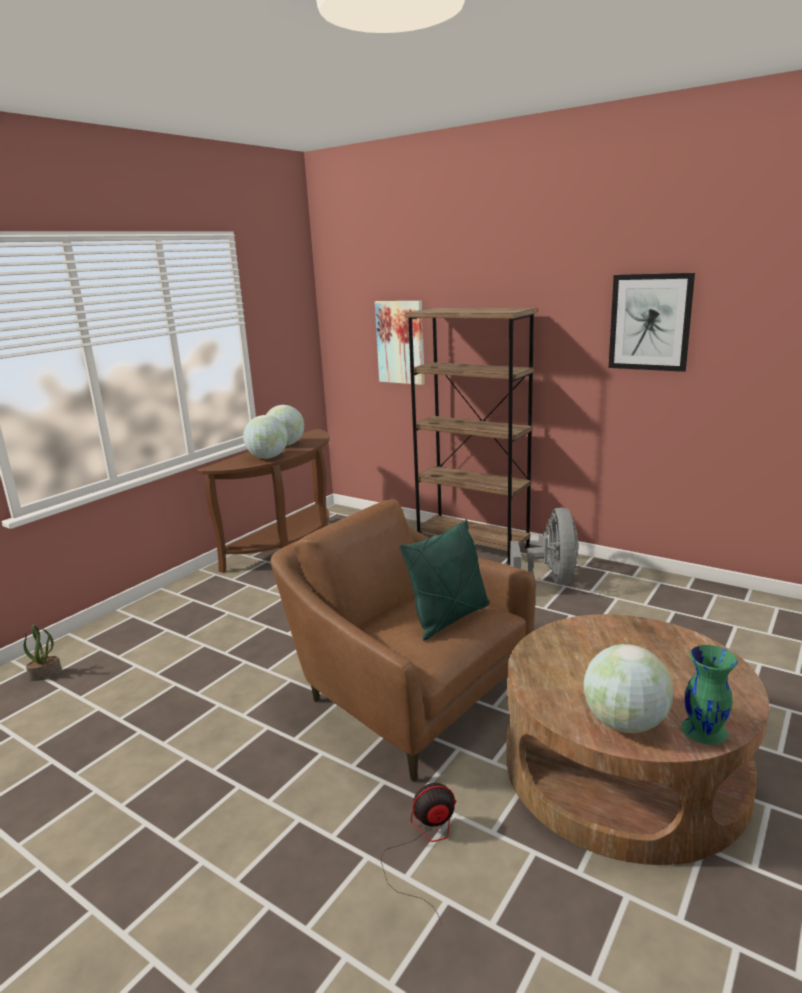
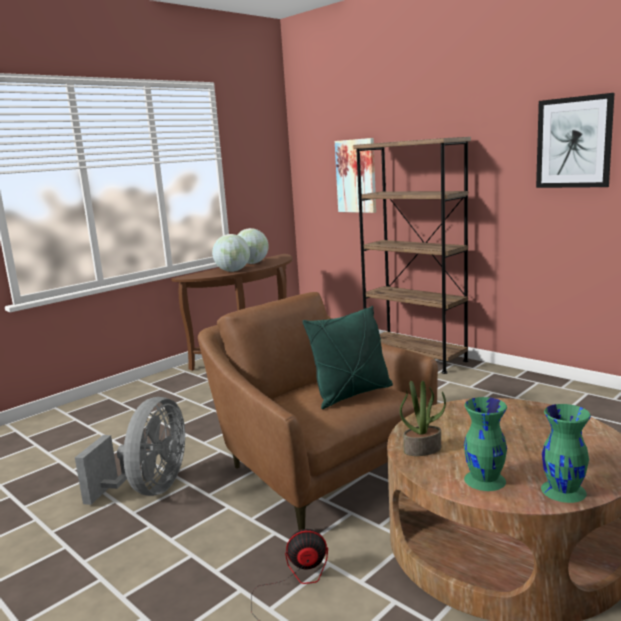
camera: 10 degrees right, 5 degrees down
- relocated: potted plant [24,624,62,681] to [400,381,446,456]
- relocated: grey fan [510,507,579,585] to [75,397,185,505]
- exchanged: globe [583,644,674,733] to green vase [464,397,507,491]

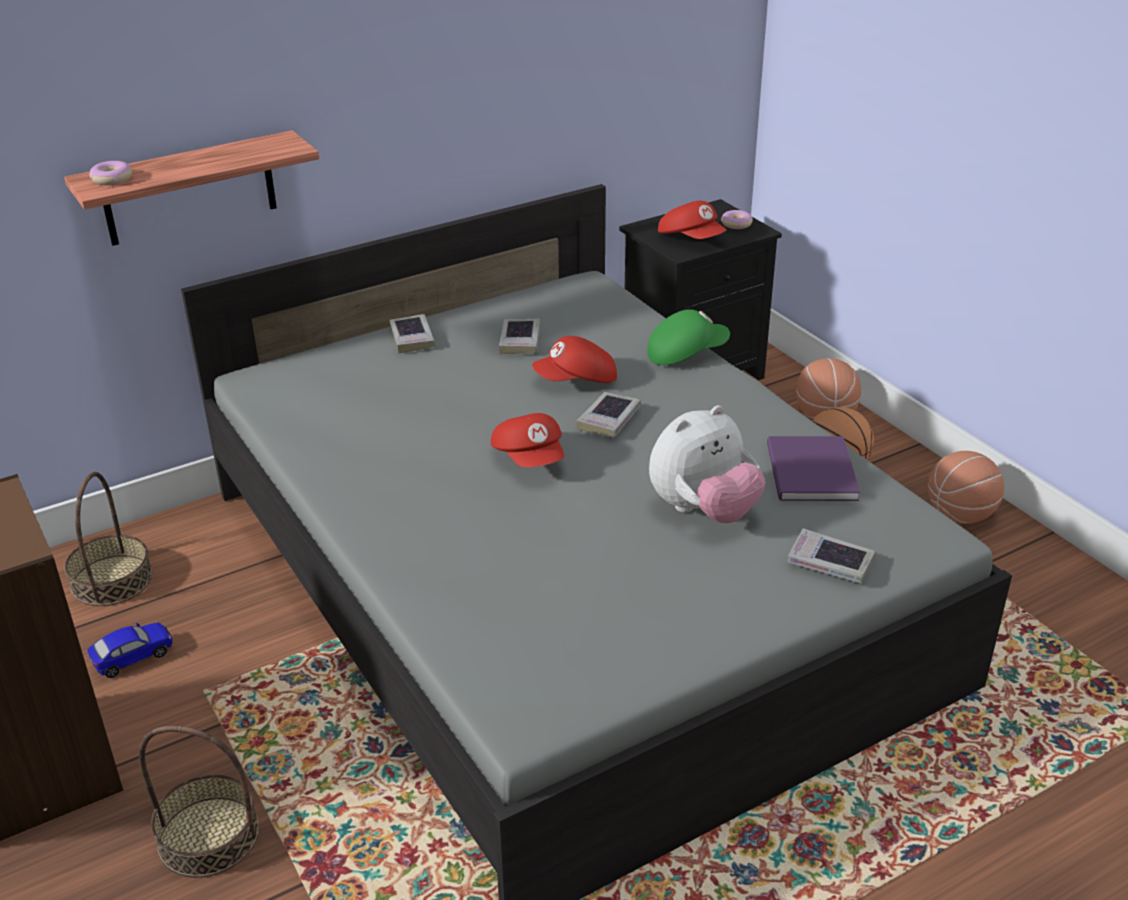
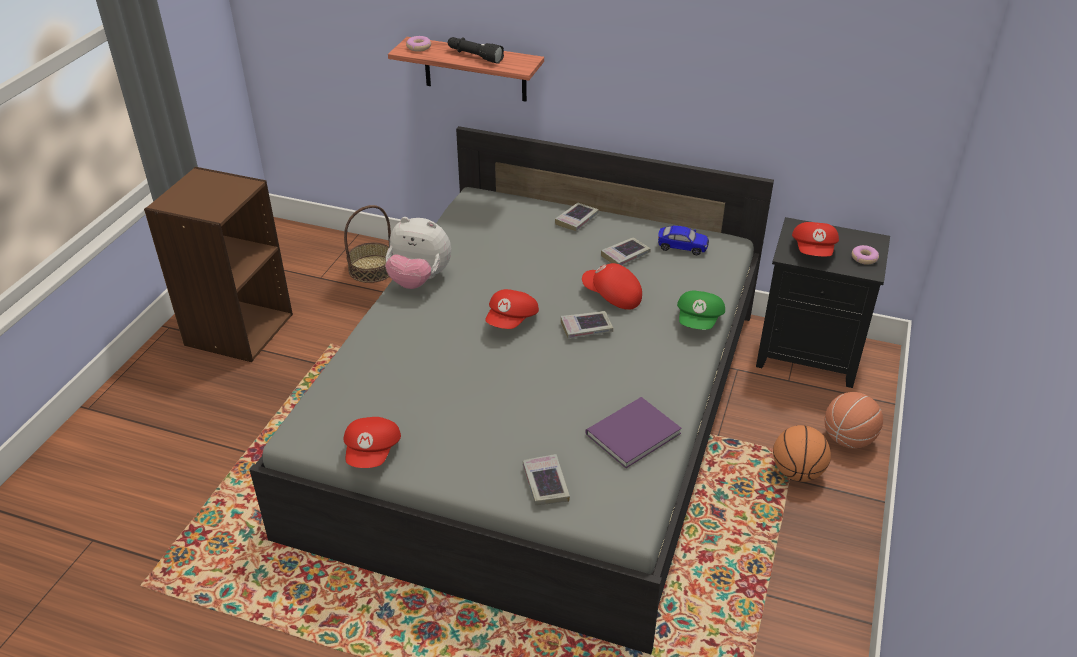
camera: 50 degrees right, 5 degrees up
- relocated: toy car [88,623,173,678] to [658,226,709,255]
- missing: basket [139,726,259,878]
- spun: green cap [647,309,730,365] = [677,291,725,330] 75 degrees clockwise
- relocated: plush toy [649,405,766,523] to [385,217,451,289]
- missing: basketball [928,451,1004,524]
- appeared: red cap [343,417,401,468]
- appeared: black flashlight [448,37,504,64]

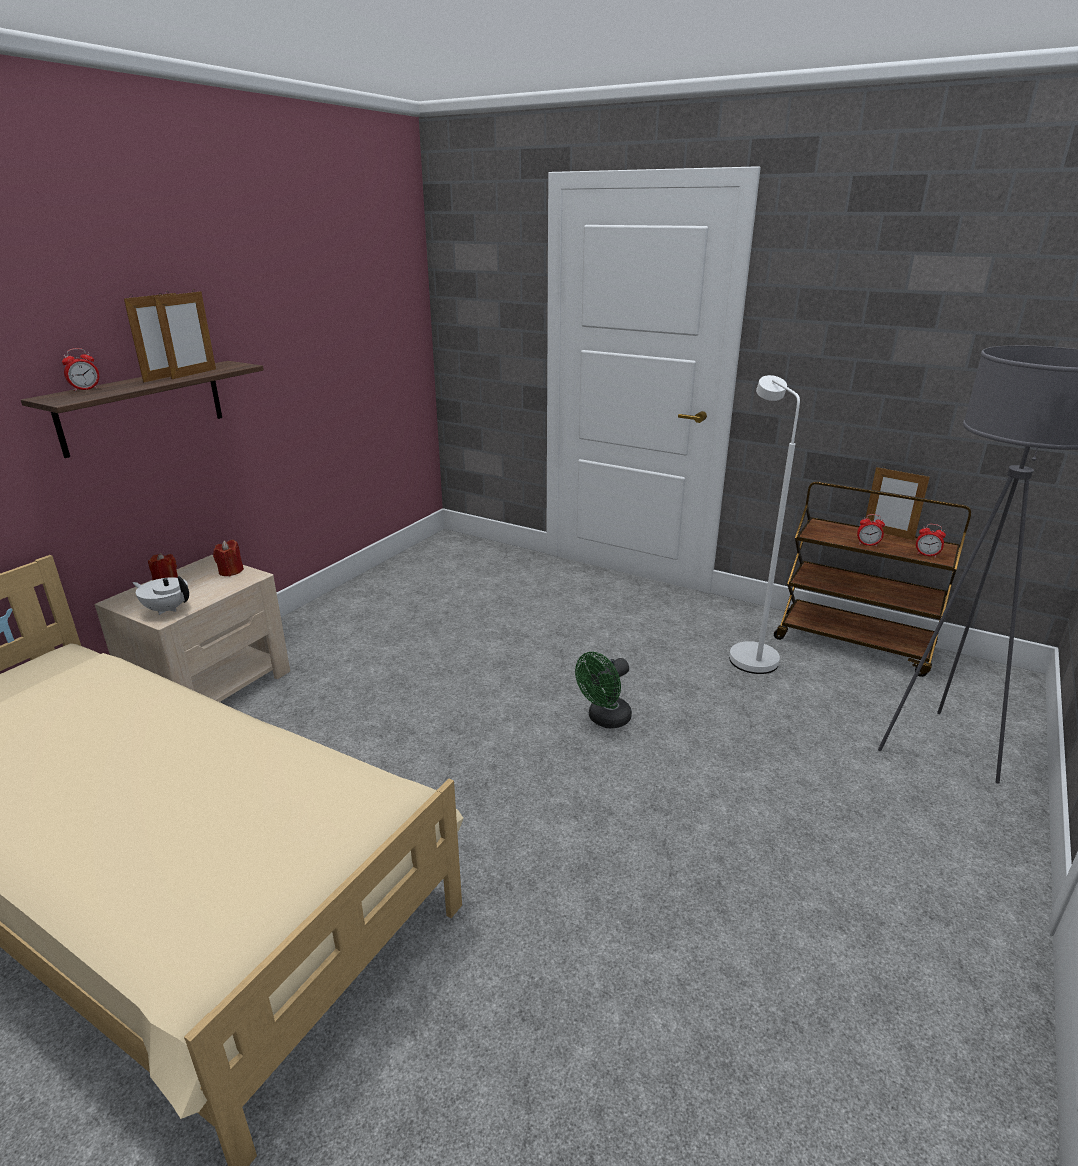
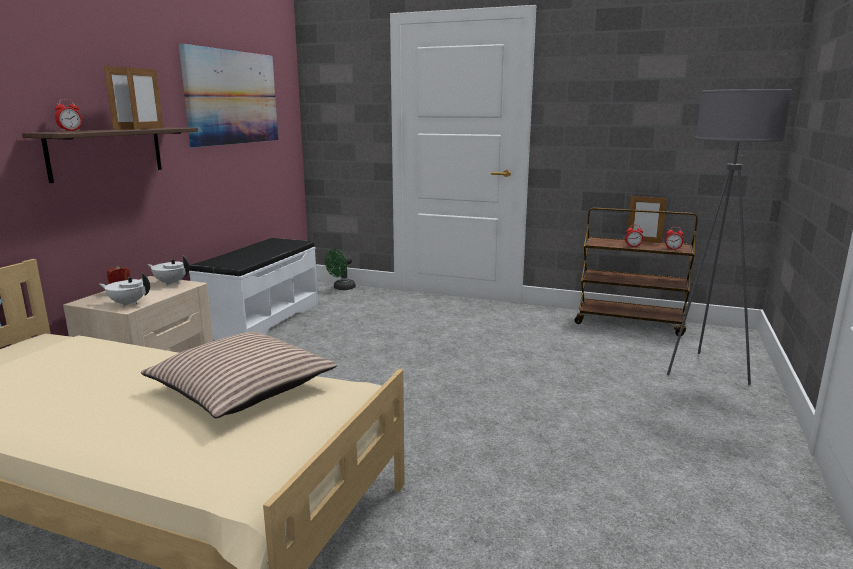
camera: 10 degrees left, 10 degrees down
- exchanged: red candle [213,540,244,576] to white teapot [147,256,190,285]
- relocated: green fan [575,652,632,728] to [325,249,356,290]
- missing: white floor lamp [729,375,800,674]
- appeared: pillow [141,332,337,418]
- appeared: picture [179,44,278,147]
- appeared: white bench [189,238,318,340]

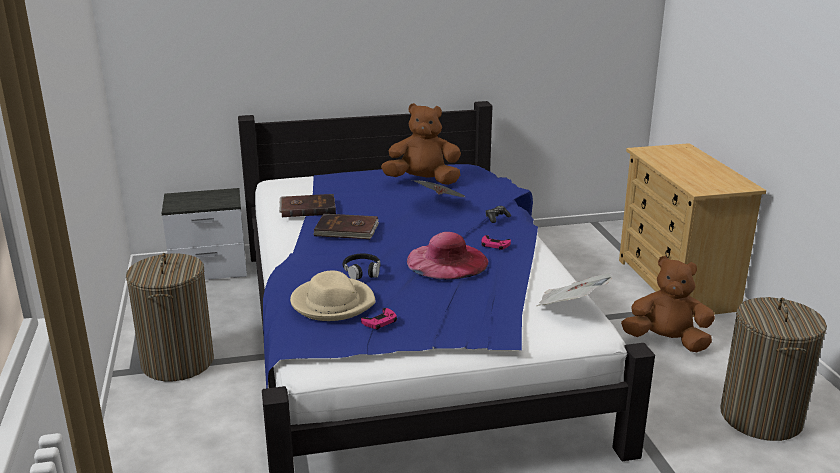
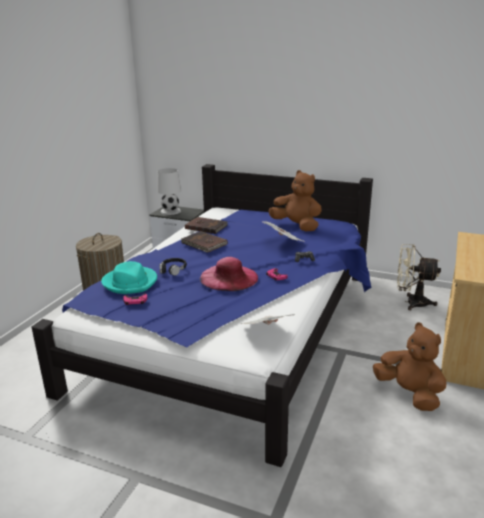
camera: 35 degrees right, 0 degrees up
- colour: beige hat [290,270,376,321] to turquoise hat [101,261,157,294]
- missing: laundry basket [720,297,827,441]
- appeared: white table lamp [157,168,181,215]
- appeared: beige fan [397,244,441,310]

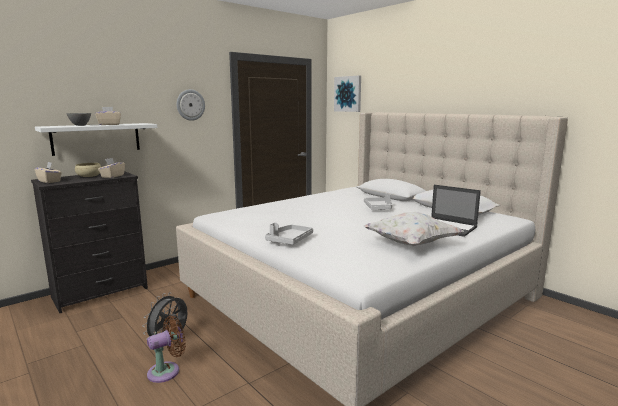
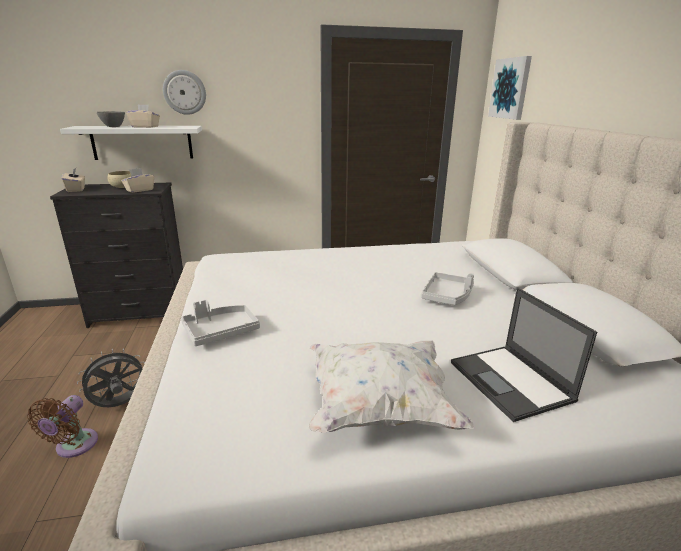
camera: 30 degrees right, 10 degrees up
- spun: brown fan [147,316,186,383] = [27,395,98,458] 105 degrees clockwise
- relocated: wall clock [176,89,205,121] to [163,70,206,115]

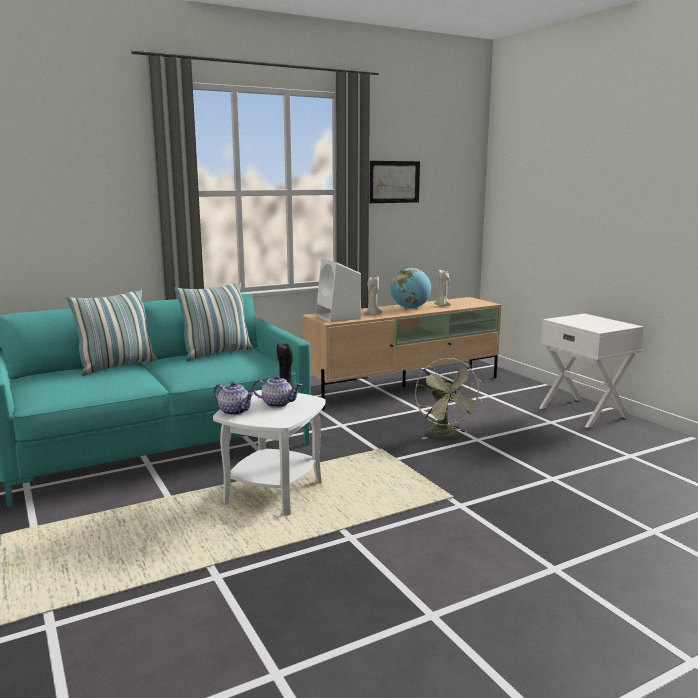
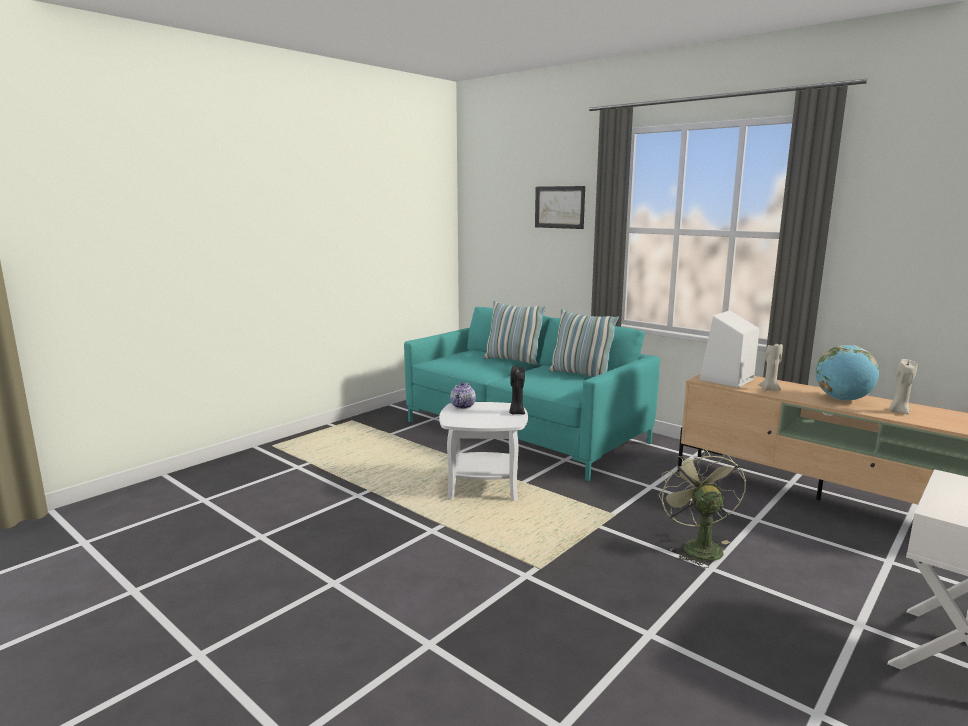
camera: 70 degrees right, 0 degrees up
- missing: teapot [253,375,302,408]
- relocated: picture [369,161,420,203] to [535,186,585,229]
- spun: green fan [415,358,482,439] = [659,448,746,568] 120 degrees clockwise

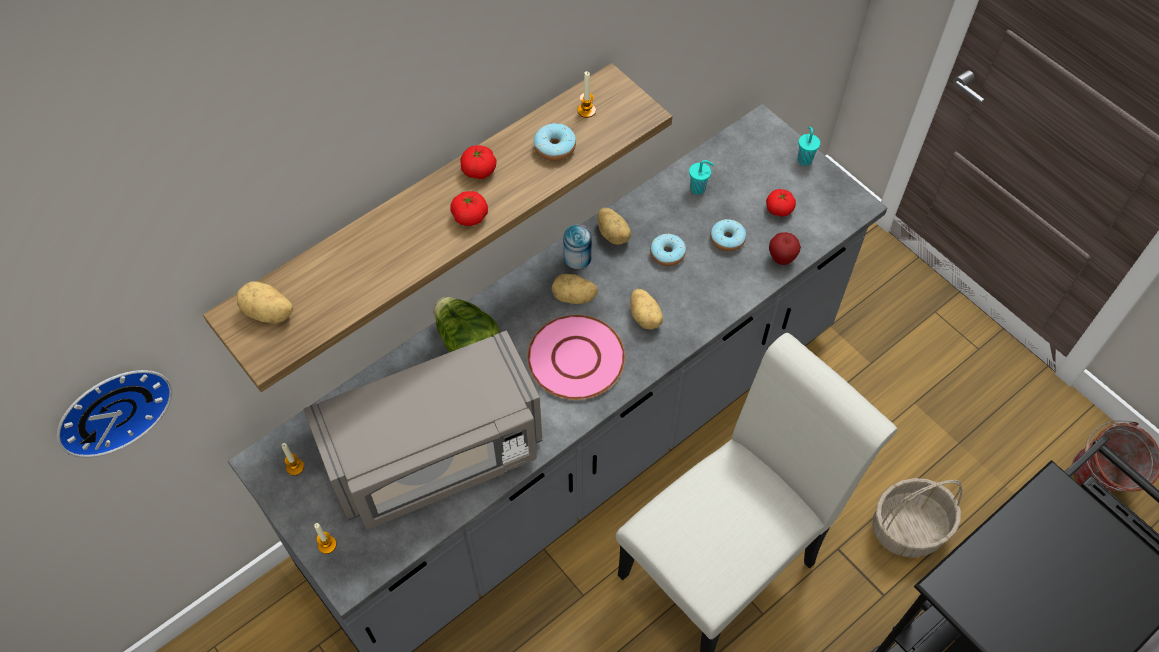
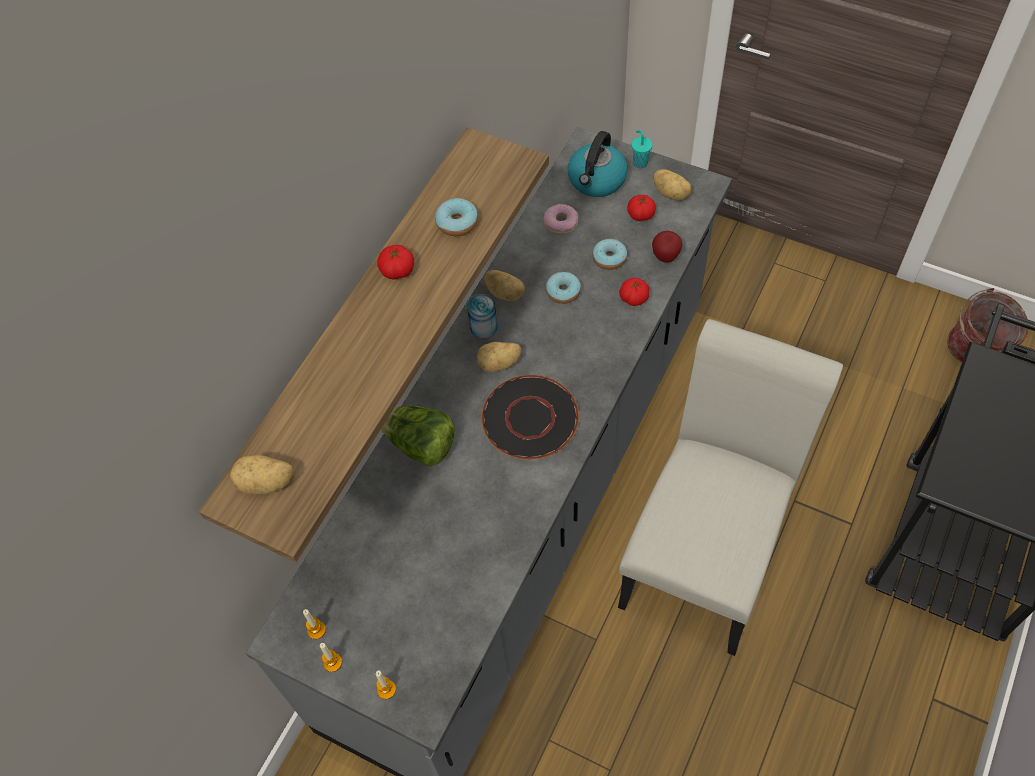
camera: 20 degrees left, 0 degrees up
- missing: wall clock [57,370,172,458]
- missing: grey microwave [304,331,543,530]
- relocated: tomato [450,191,488,226] to [619,278,649,306]
- colour: pink plate [527,315,625,400] to black plate [482,375,579,460]
- relocated: candle [578,71,596,118] to [320,643,342,672]
- relocated: potato [630,289,663,330] to [653,169,691,200]
- exchanged: turquoise cup [689,160,714,195] to donut [543,204,578,235]
- missing: basket [873,478,962,558]
- appeared: kettle [568,131,628,197]

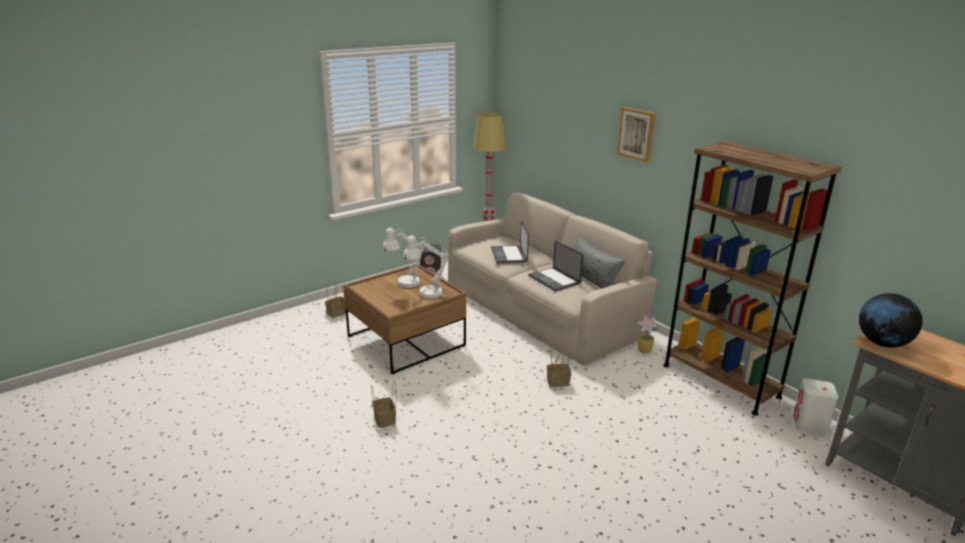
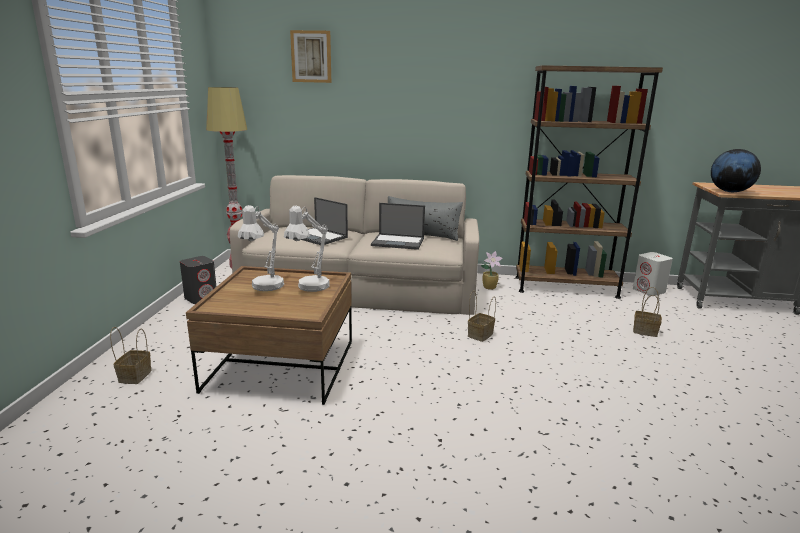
camera: 45 degrees left, 5 degrees down
- relocated: basket [371,380,396,428] to [633,287,662,337]
- relocated: picture [617,107,655,162] to [290,30,331,83]

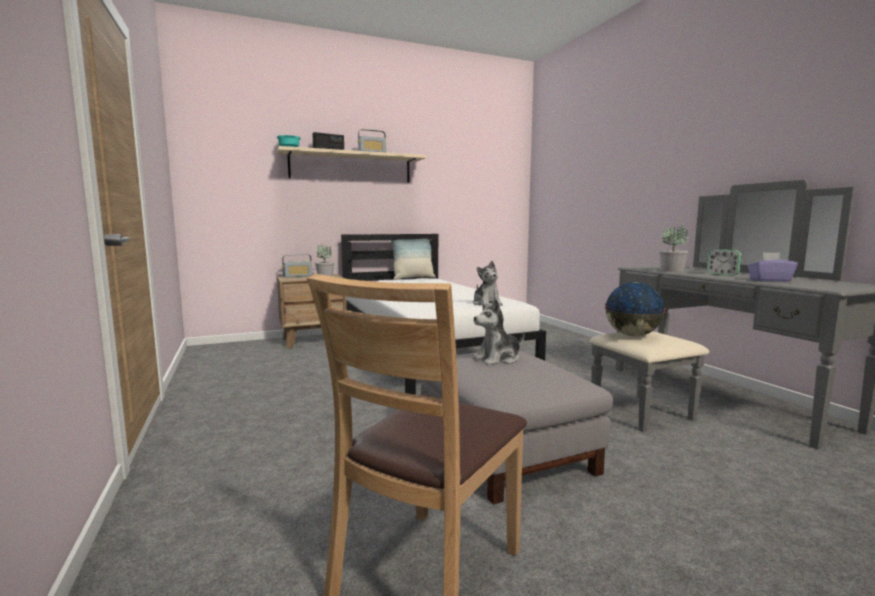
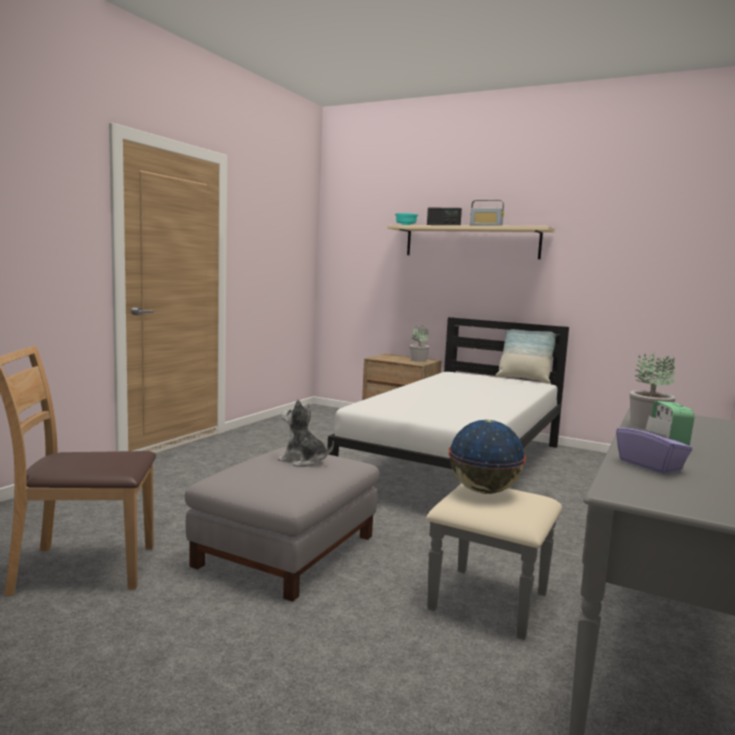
camera: 50 degrees right, 0 degrees up
- missing: radio [282,254,312,278]
- missing: plush toy [473,261,503,307]

